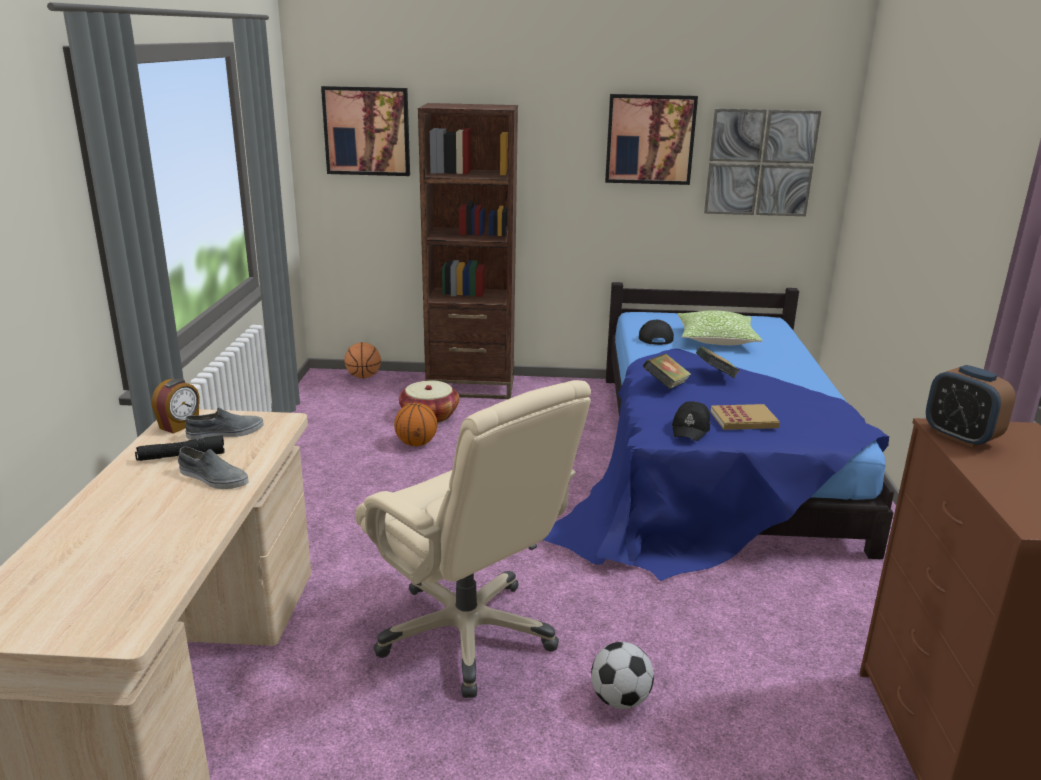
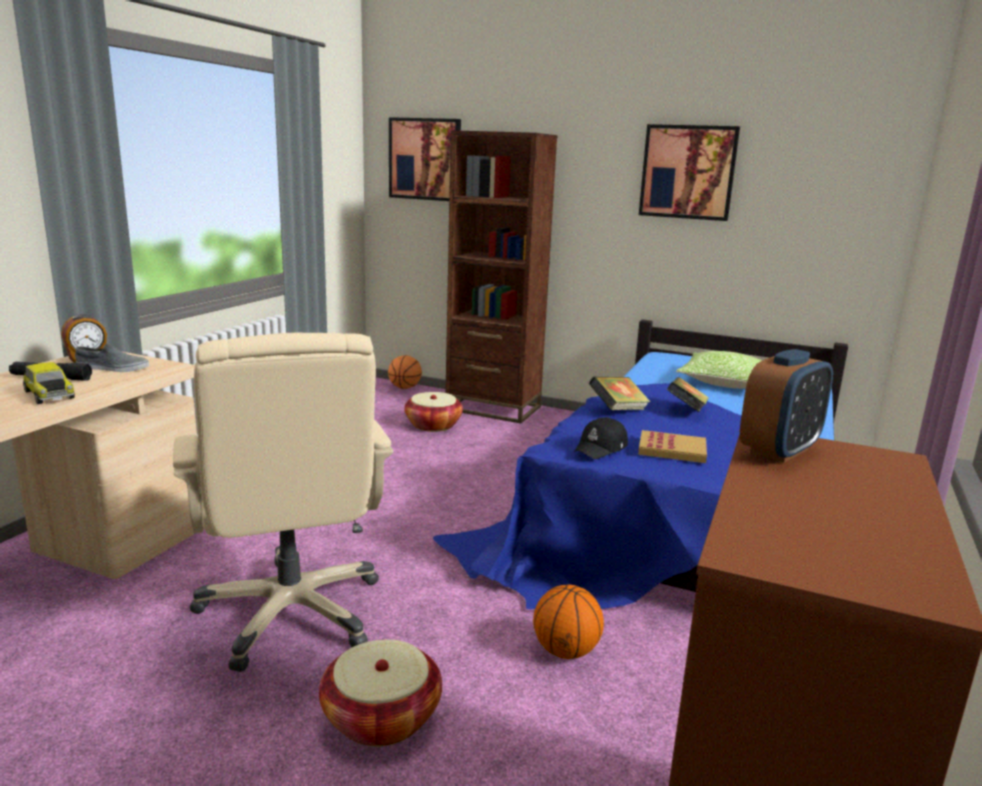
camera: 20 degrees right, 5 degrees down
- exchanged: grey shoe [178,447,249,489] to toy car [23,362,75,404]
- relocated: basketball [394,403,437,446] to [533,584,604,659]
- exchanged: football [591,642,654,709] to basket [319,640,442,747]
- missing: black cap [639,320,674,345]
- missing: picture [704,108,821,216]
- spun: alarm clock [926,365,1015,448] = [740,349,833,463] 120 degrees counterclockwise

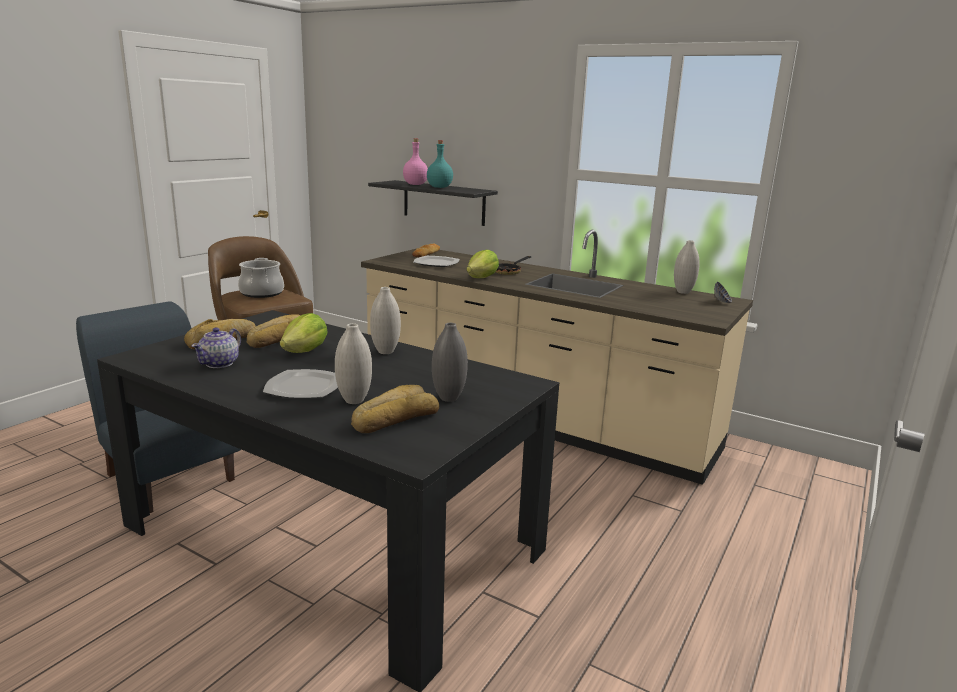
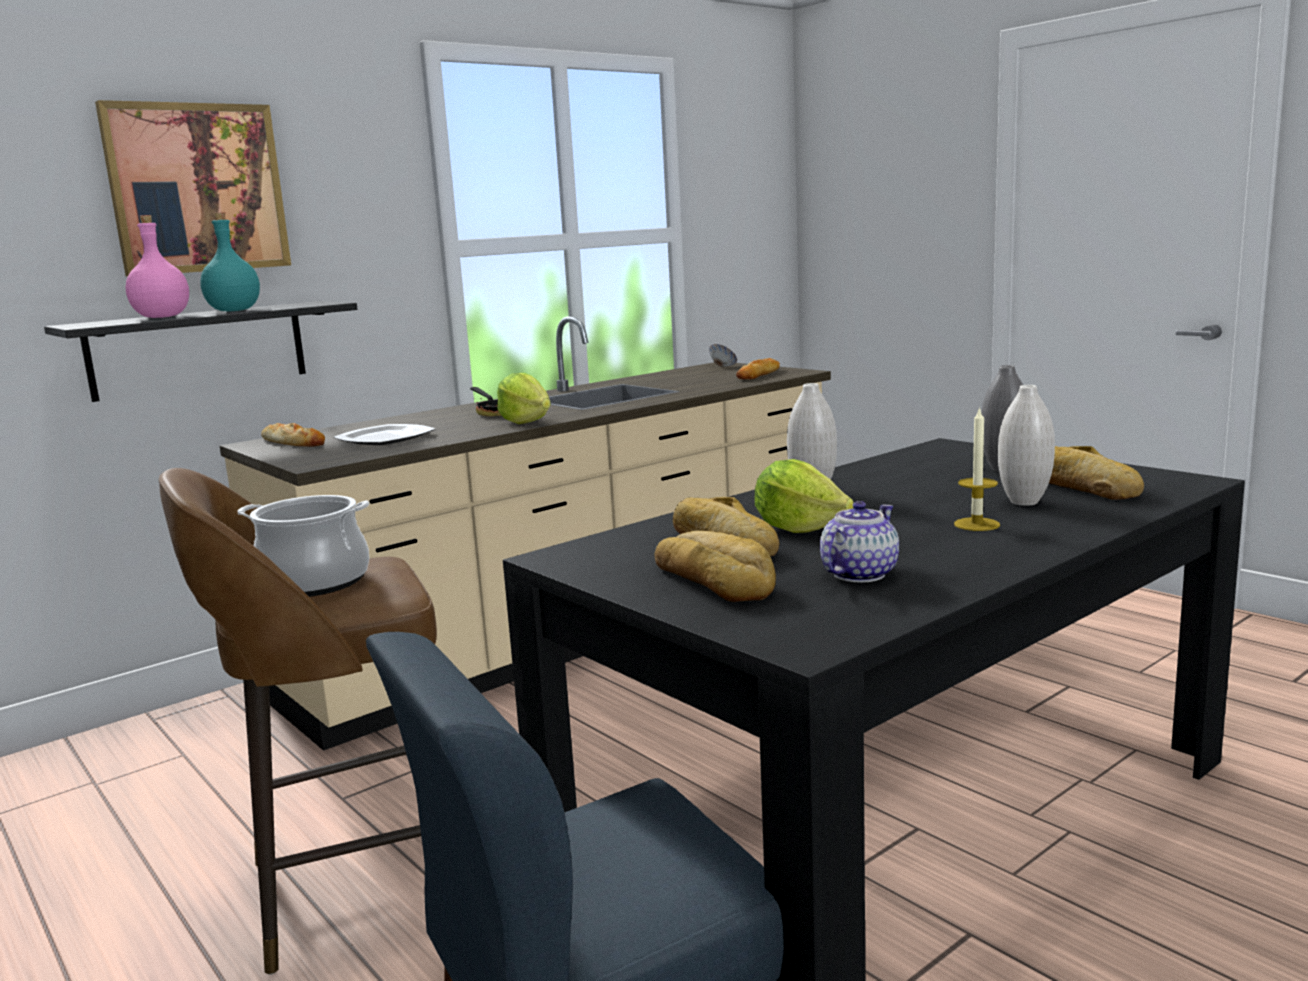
camera: 70 degrees left, 5 degrees down
- spun: teapot [192,327,241,368] = [820,501,899,583] 90 degrees counterclockwise
- exchanged: plate [263,369,338,398] to candle [954,406,1000,531]
- missing: white vase [674,240,700,294]
- appeared: picture [95,100,291,276]
- appeared: bread [736,358,780,380]

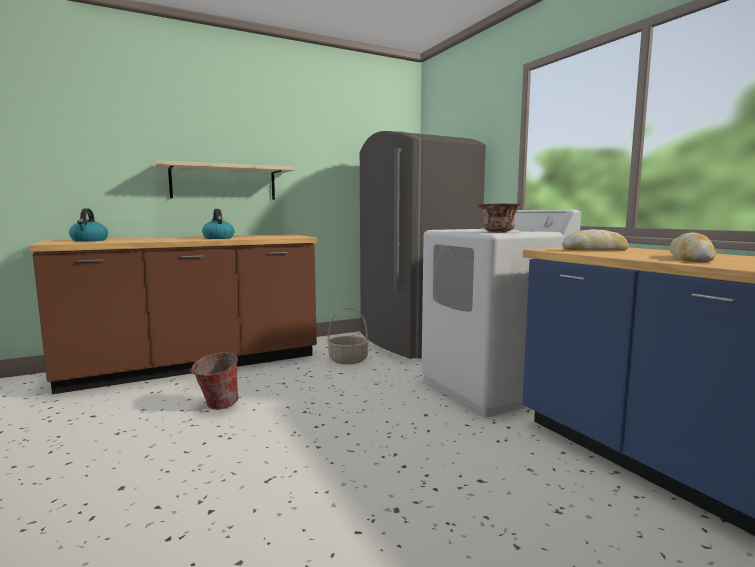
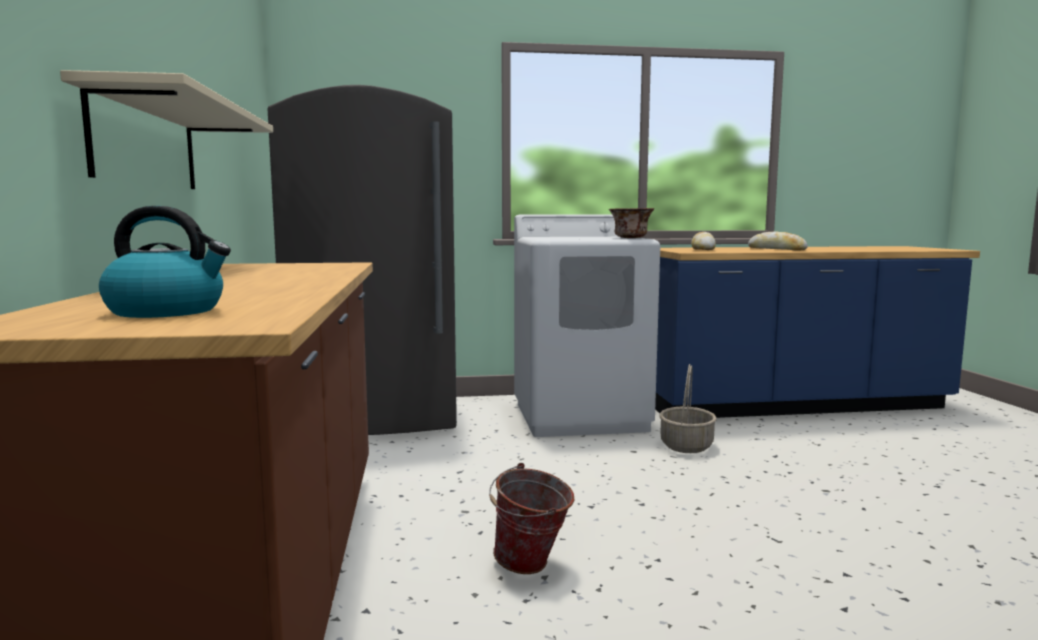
camera: 70 degrees left, 0 degrees up
- missing: kettle [202,209,234,239]
- relocated: basket [327,308,369,364] to [659,364,717,453]

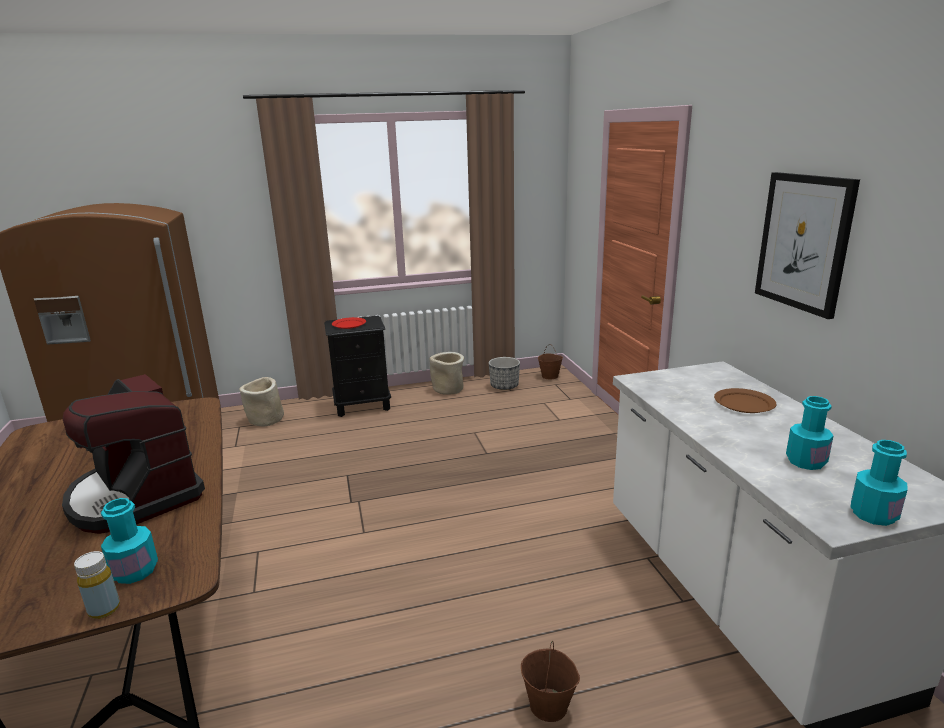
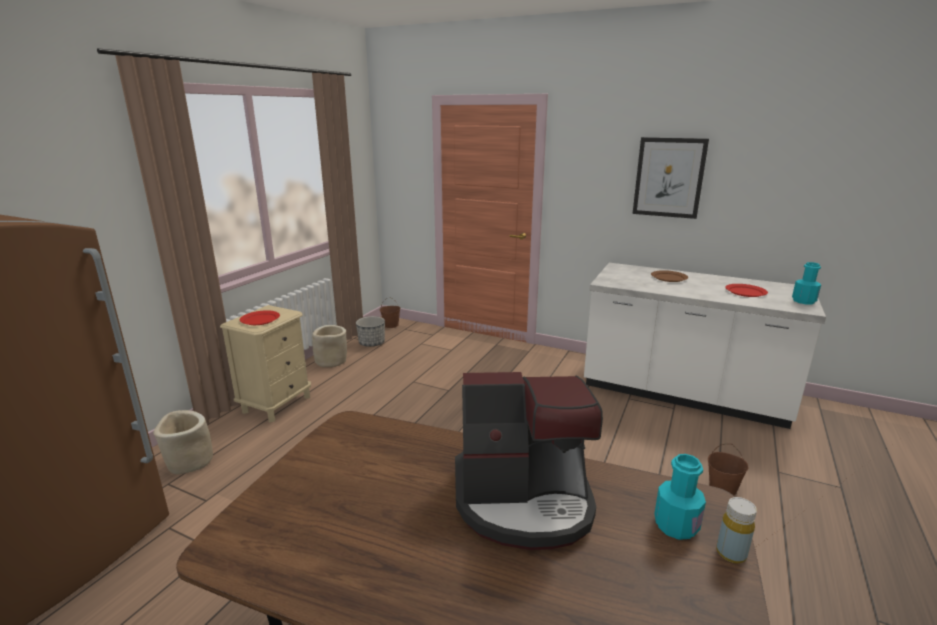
camera: 50 degrees left, 0 degrees up
- colour: black nightstand [324,315,391,417] to beige nightstand [220,305,311,423]
- exchanged: turquoise bottle [786,396,834,470] to red plate [725,284,768,297]

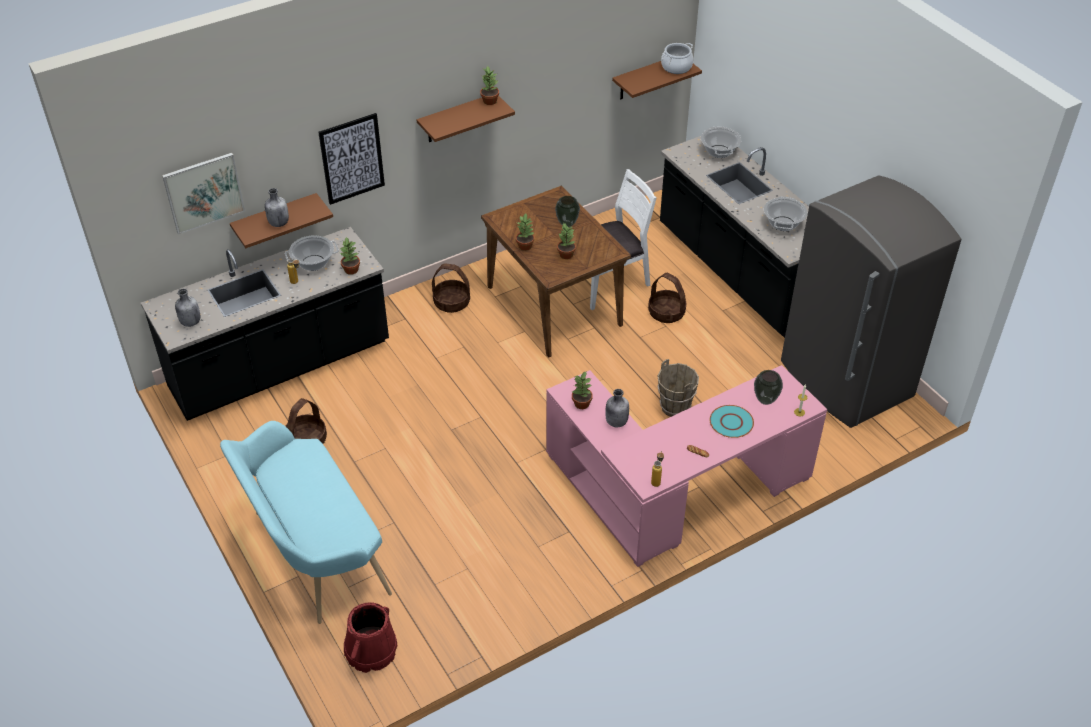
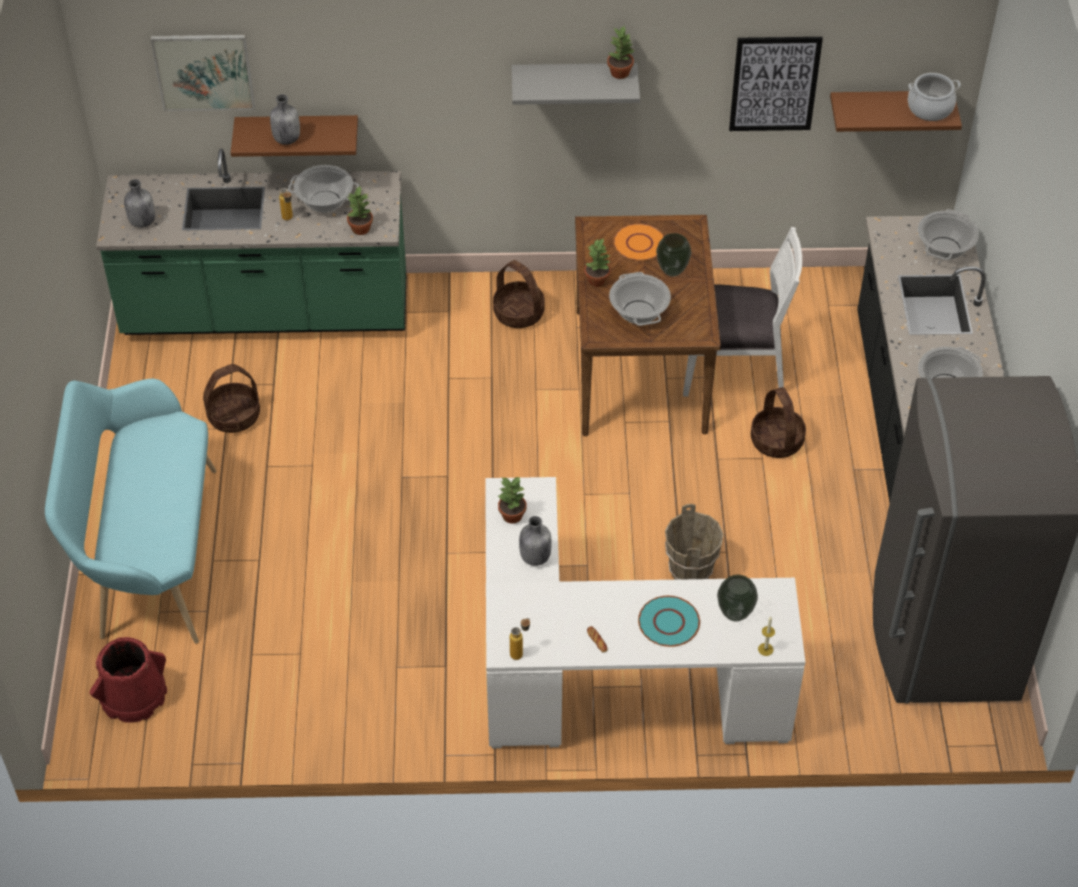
camera: 30 degrees right, 5 degrees up
- colour: black counter [141,227,389,421] to green counter [96,149,407,335]
- relocated: picture [318,113,385,205] to [729,37,823,131]
- colour: brown shelf [417,96,515,142] to grey shelf [512,63,640,105]
- colour: pink desk [546,365,827,567] to white desk [485,477,805,748]
- exchanged: potted plant [557,222,576,259] to cooking pot [609,272,671,326]
- appeared: orange plate [613,223,664,261]

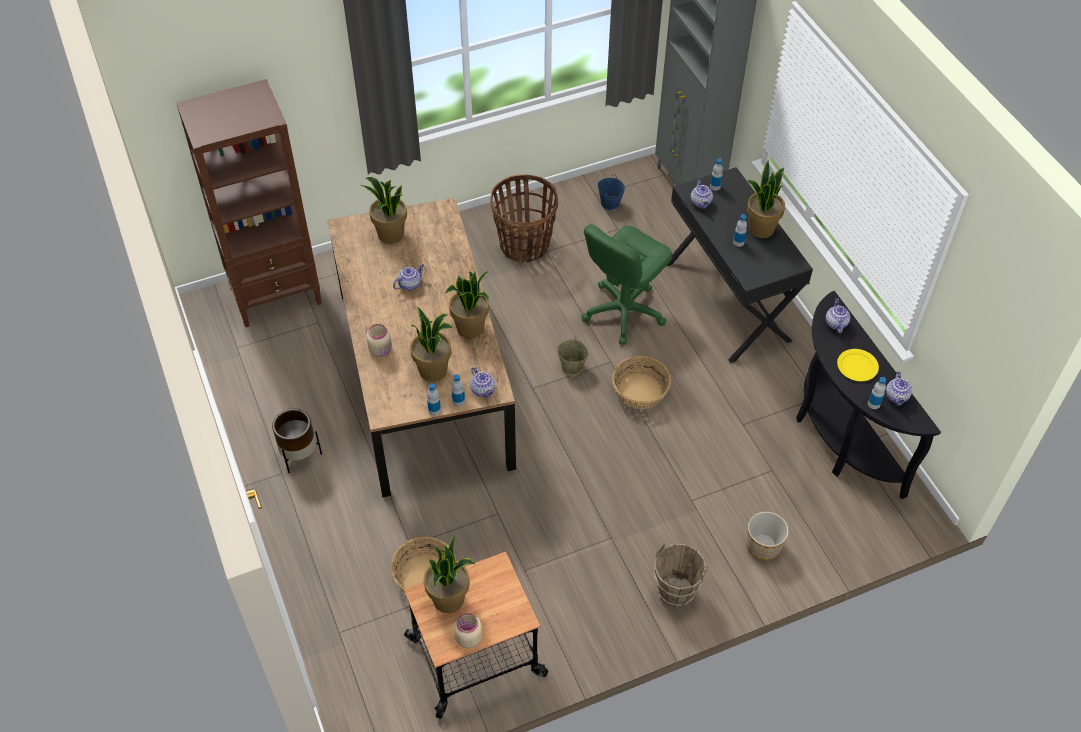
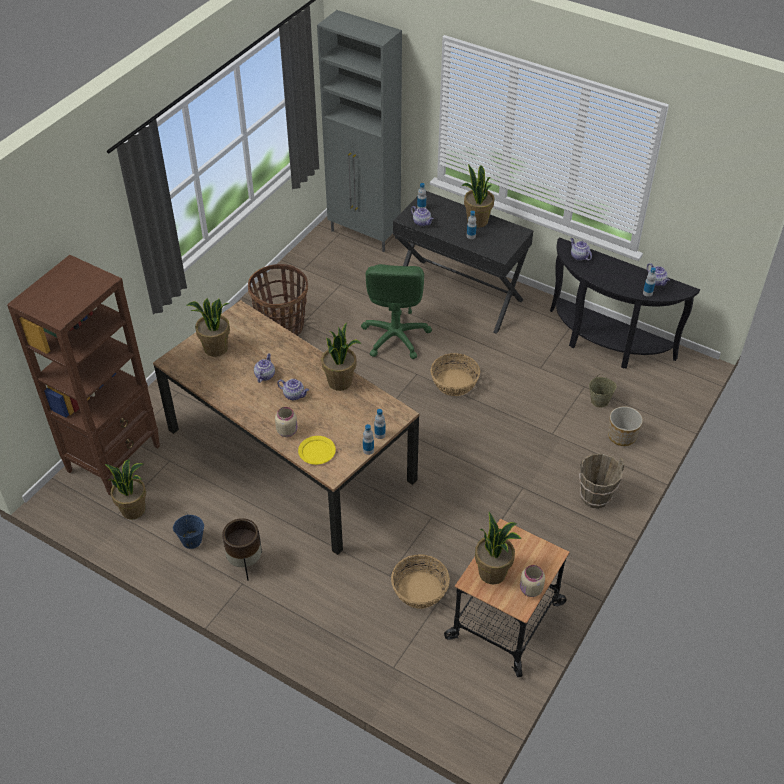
camera: 35 degrees left, 5 degrees down
- relocated: potted plant [410,306,452,382] to [105,459,146,520]
- relocated: teapot [470,367,495,398] to [277,379,309,400]
- relocated: beige bucket [557,337,589,375] to [589,374,617,407]
- relocated: blue bucket [598,174,625,210] to [173,513,204,549]
- relocated: yellow plate [837,349,879,381] to [298,436,336,465]

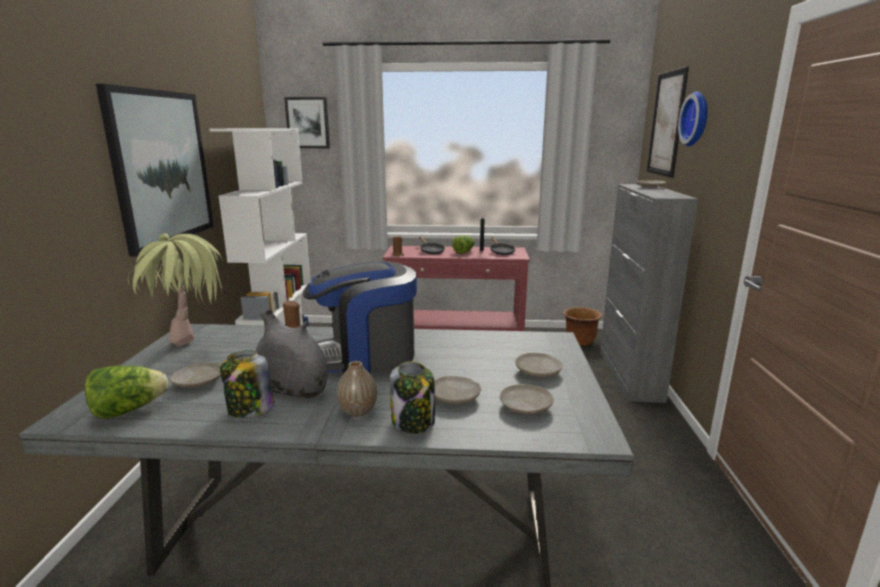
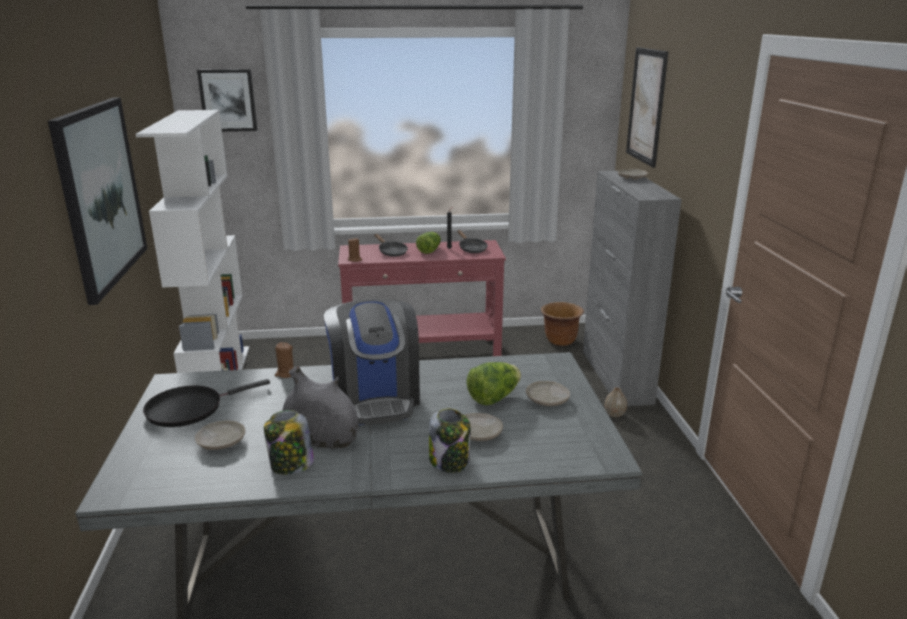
camera: 10 degrees left, 5 degrees up
- relocated: lettuce [85,365,168,419] to [466,362,521,405]
- exchanged: potted plant [128,233,223,346] to black frying pan [143,379,270,427]
- spun: coffee machine [303,261,417,374] = [324,299,420,425] 75 degrees counterclockwise
- relocated: vase [337,361,377,417] to [605,387,627,417]
- missing: beige plate [500,384,554,414]
- missing: wall clock [678,91,707,146]

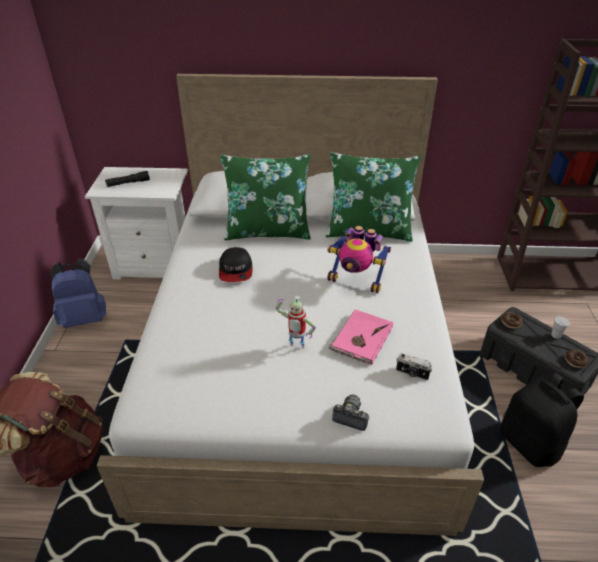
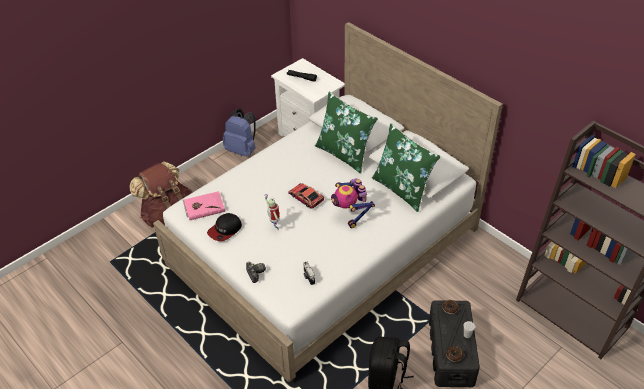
camera: 45 degrees right, 5 degrees up
- relocated: cap [219,247,252,282] to [207,213,242,241]
- relocated: pink book [328,309,393,365] to [183,191,225,221]
- appeared: toy car [288,183,324,209]

